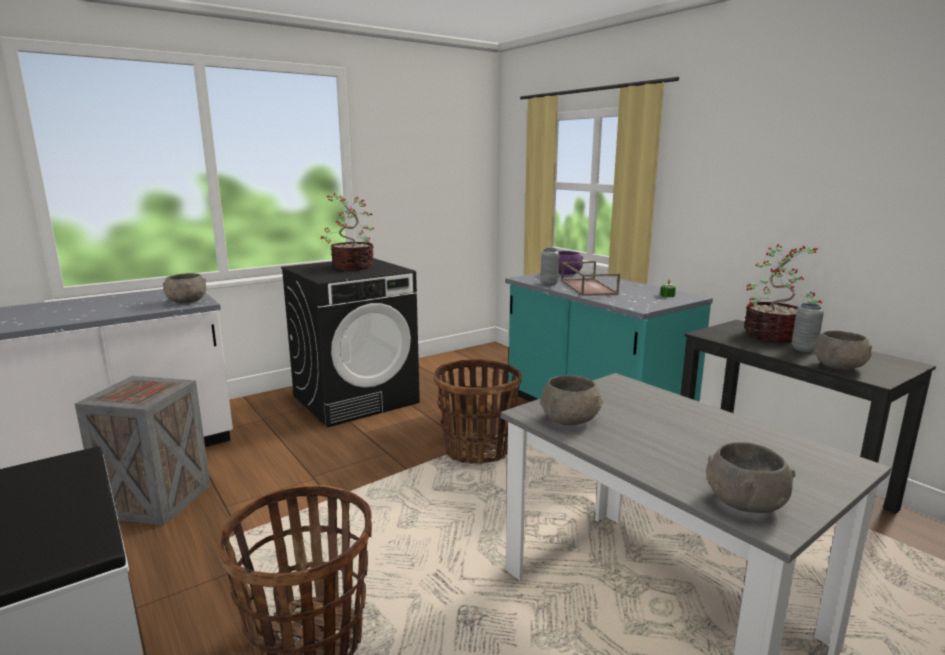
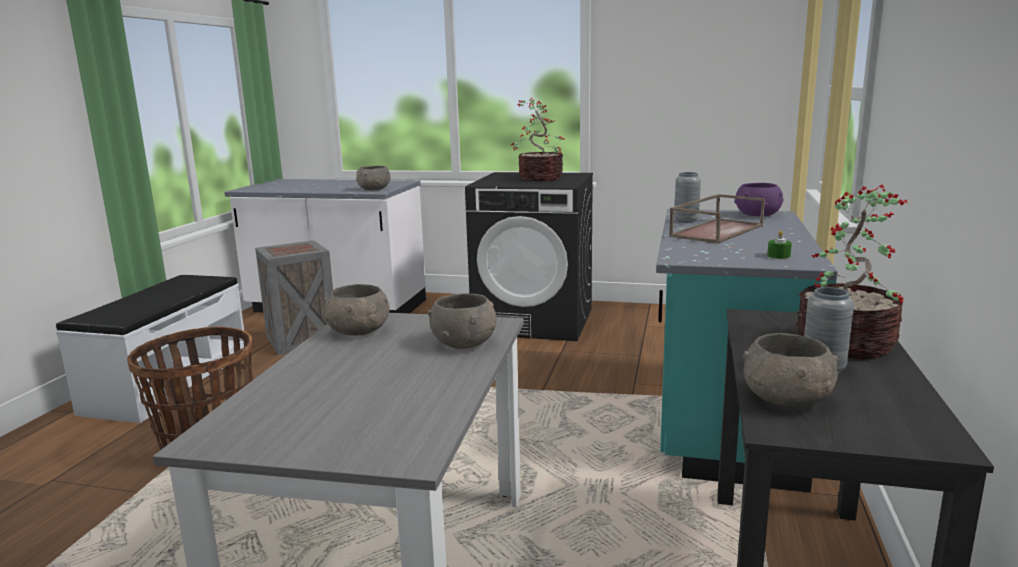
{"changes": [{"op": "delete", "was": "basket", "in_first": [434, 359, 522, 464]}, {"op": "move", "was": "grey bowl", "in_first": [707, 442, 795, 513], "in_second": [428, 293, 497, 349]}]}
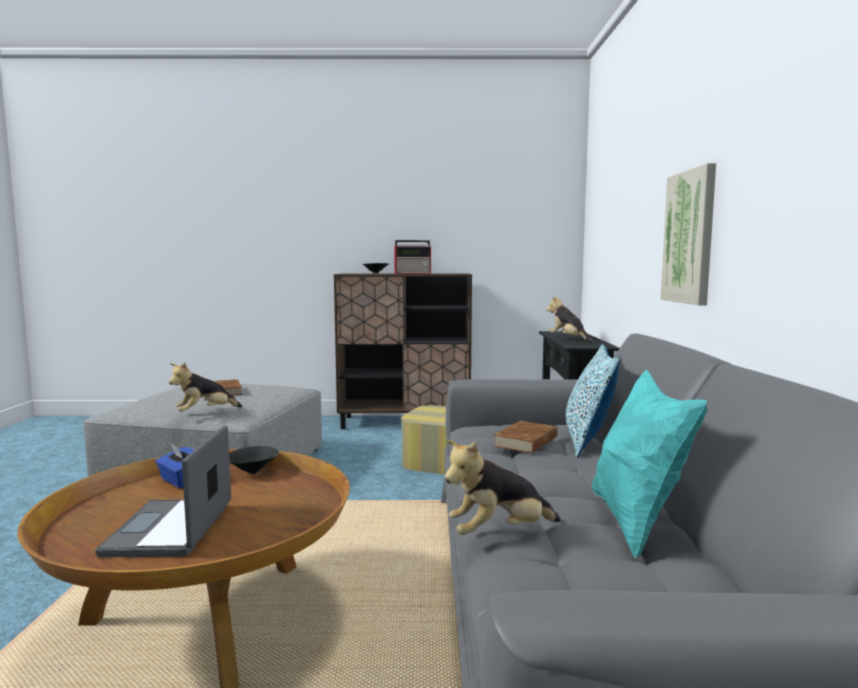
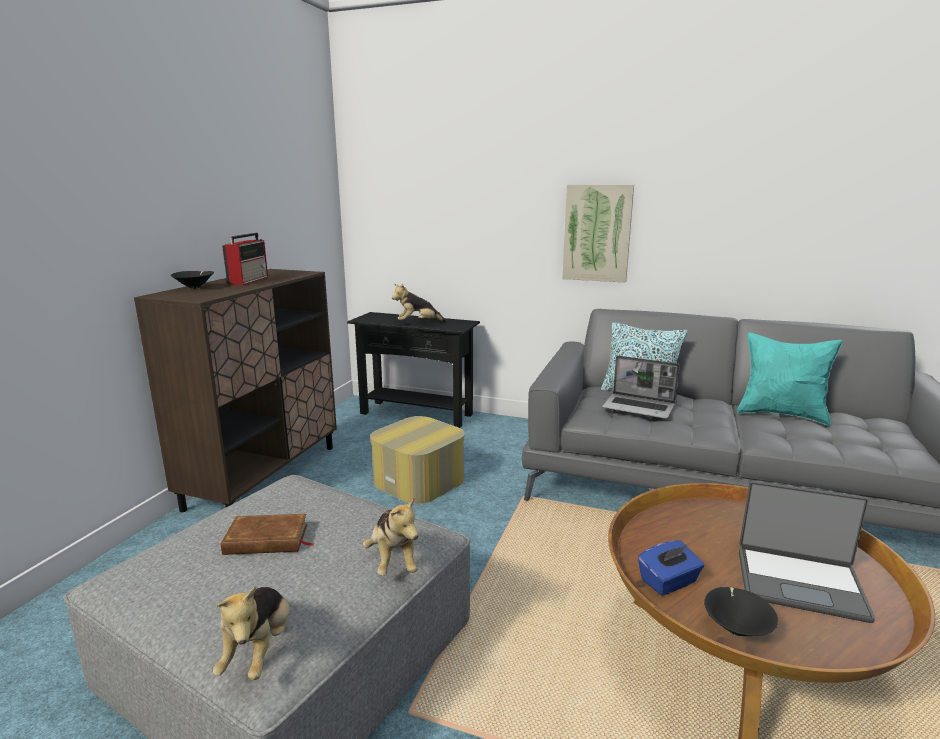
{"changes": [{"op": "move", "was": "black bowl", "in_first": [229, 446, 280, 474], "in_second": [704, 587, 778, 636]}, {"op": "move", "was": "plush toy", "in_first": [444, 439, 561, 535], "in_second": [213, 586, 290, 680]}, {"op": "replace", "was": "brown book", "now": "laptop", "in_first": [493, 421, 558, 453], "in_second": [602, 356, 680, 419]}]}
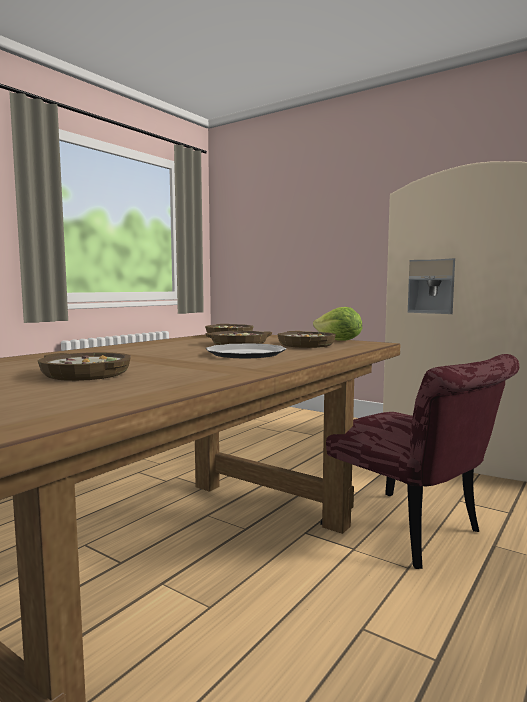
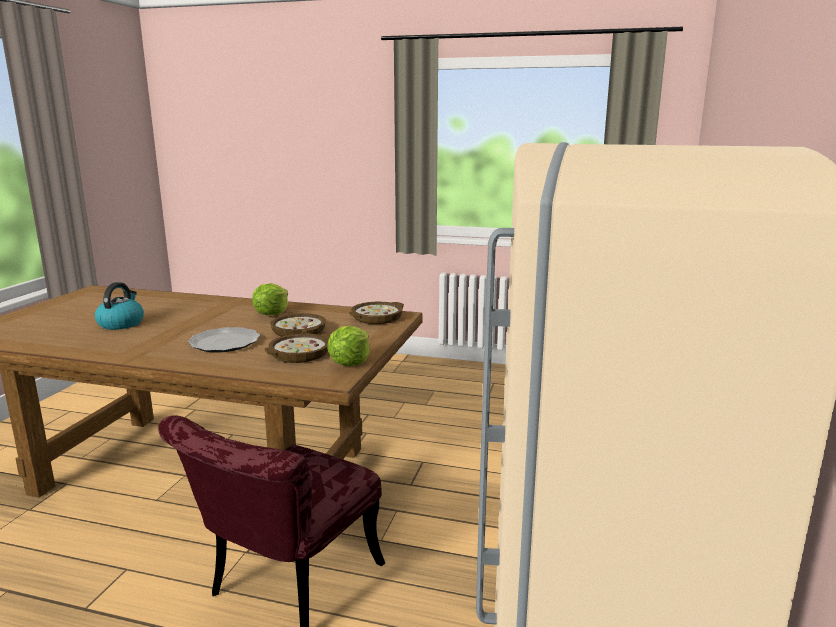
{"changes": [{"op": "replace", "was": "bowl", "now": "kettle", "in_first": [38, 352, 131, 381], "in_second": [95, 282, 144, 330]}, {"op": "insert", "now": "lettuce", "in_second": [252, 283, 288, 315]}]}
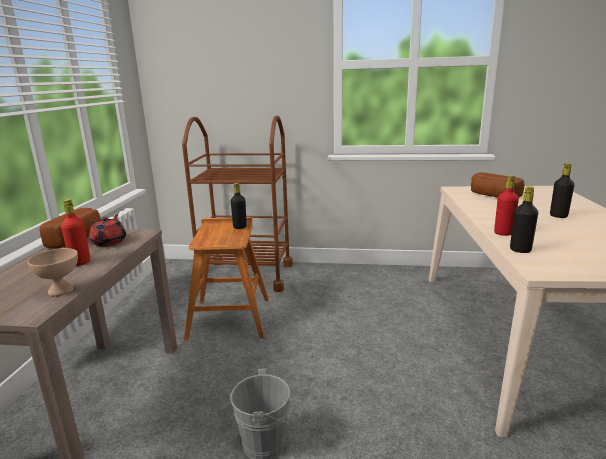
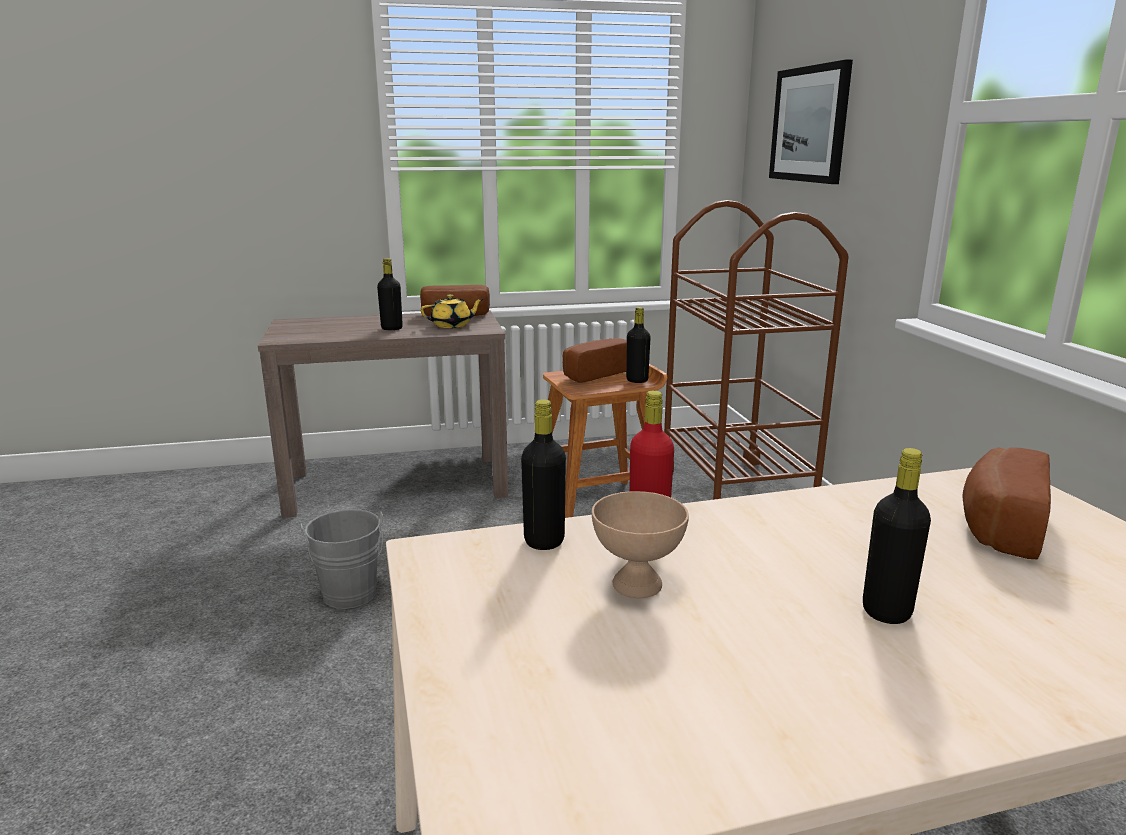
{"changes": [{"op": "move", "was": "beige bowl", "in_first": [27, 248, 78, 296], "in_second": [592, 491, 689, 598]}, {"op": "recolor", "was": "red bottle", "now": "black bottle", "in_first": [61, 199, 90, 266], "in_second": [377, 258, 403, 330]}, {"op": "recolor", "was": "red teapot", "now": "yellow teapot", "in_first": [89, 214, 126, 247], "in_second": [420, 294, 484, 328]}, {"op": "insert", "now": "bread", "in_second": [562, 338, 627, 382]}, {"op": "insert", "now": "picture", "in_second": [769, 60, 853, 184]}]}
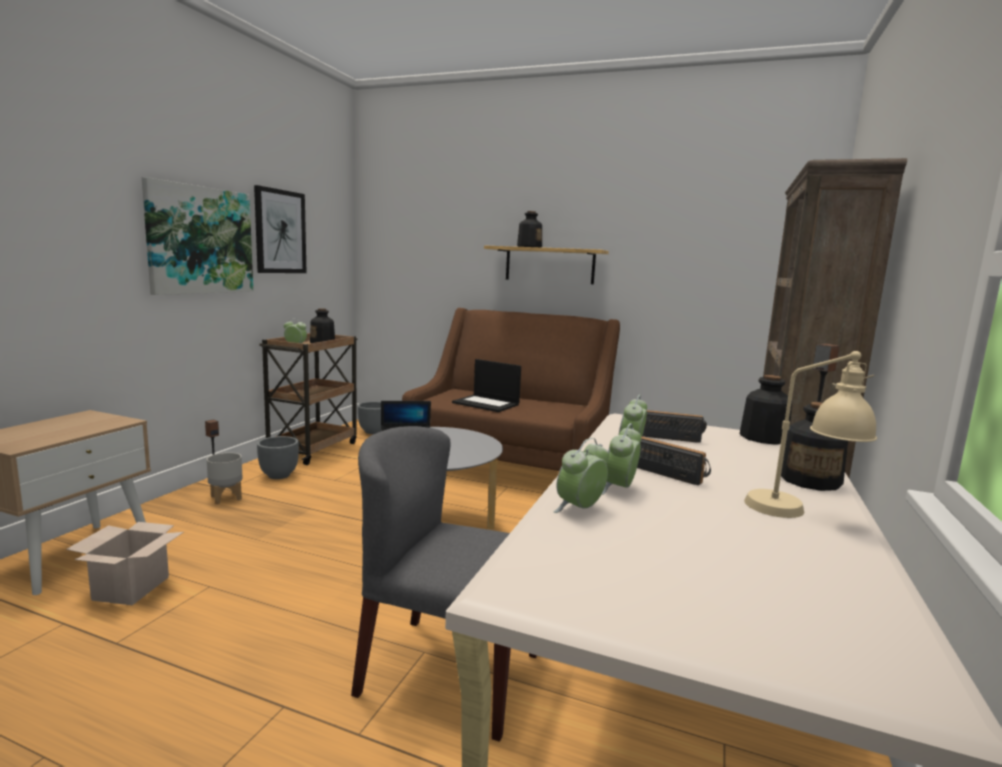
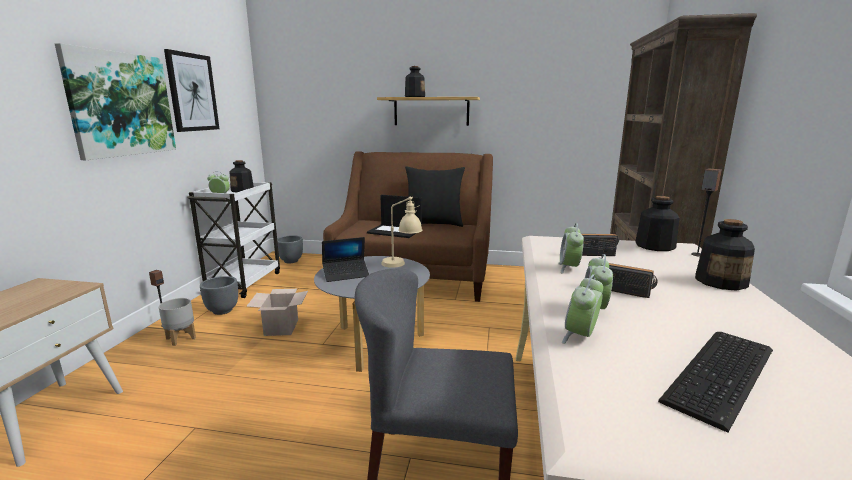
{"changes": [{"op": "move", "was": "cardboard box", "in_first": [66, 522, 183, 605], "in_second": [246, 289, 308, 336]}, {"op": "recolor", "was": "brown cart", "now": "white cart", "in_first": [259, 333, 357, 465], "in_second": [187, 182, 280, 298]}, {"op": "move", "was": "beige table lamp", "in_first": [744, 351, 877, 518], "in_second": [381, 197, 422, 268]}, {"op": "insert", "now": "black pillow", "in_second": [405, 166, 465, 227]}, {"op": "insert", "now": "keyboard", "in_second": [658, 332, 773, 433]}]}
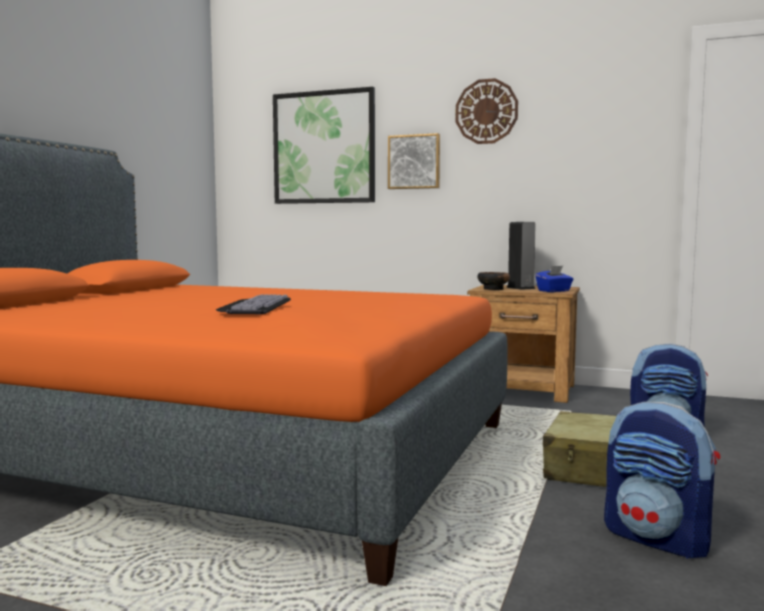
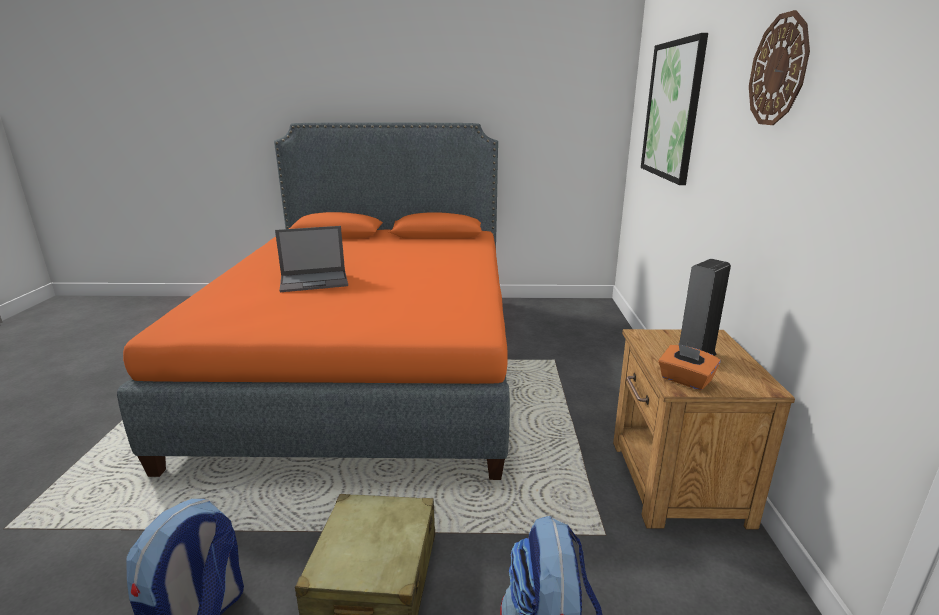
{"changes": [{"op": "replace", "was": "keyboard", "now": "laptop", "in_first": [216, 295, 291, 314], "in_second": [275, 226, 348, 292]}, {"op": "delete", "was": "picture", "in_first": [388, 133, 440, 189]}, {"op": "delete", "was": "bowl", "in_first": [477, 272, 510, 290]}, {"op": "recolor", "was": "blue tissue box", "now": "orange tissue box", "in_first": [535, 266, 573, 292], "in_second": [659, 344, 721, 391]}]}
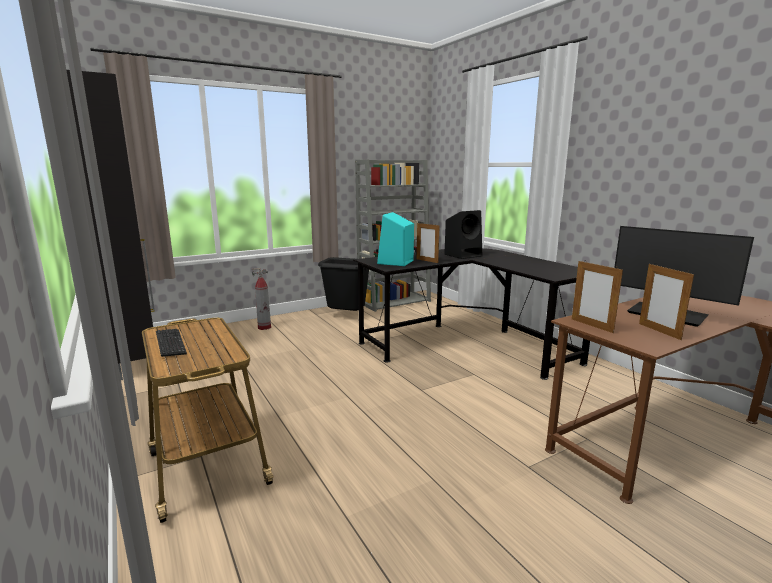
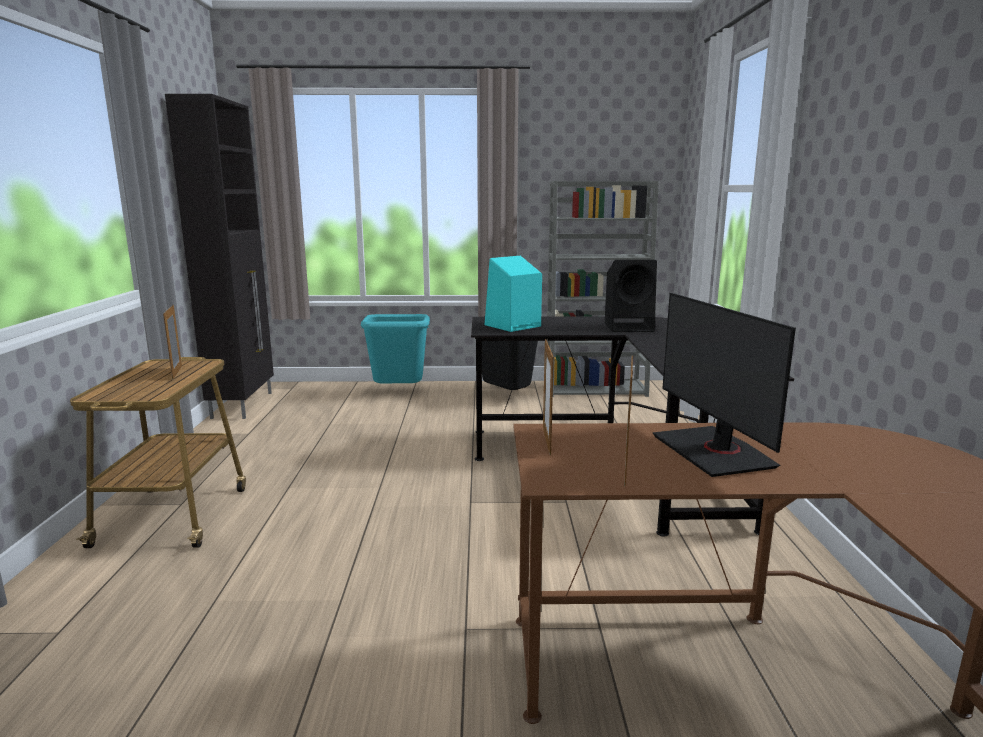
{"changes": [{"op": "delete", "was": "keyboard", "in_first": [156, 329, 187, 357]}, {"op": "replace", "was": "fire extinguisher", "now": "turquoise trash can", "in_first": [252, 268, 271, 330], "in_second": [361, 314, 430, 383]}, {"op": "move", "was": "picture frame", "in_first": [417, 223, 440, 263], "in_second": [163, 304, 182, 380]}]}
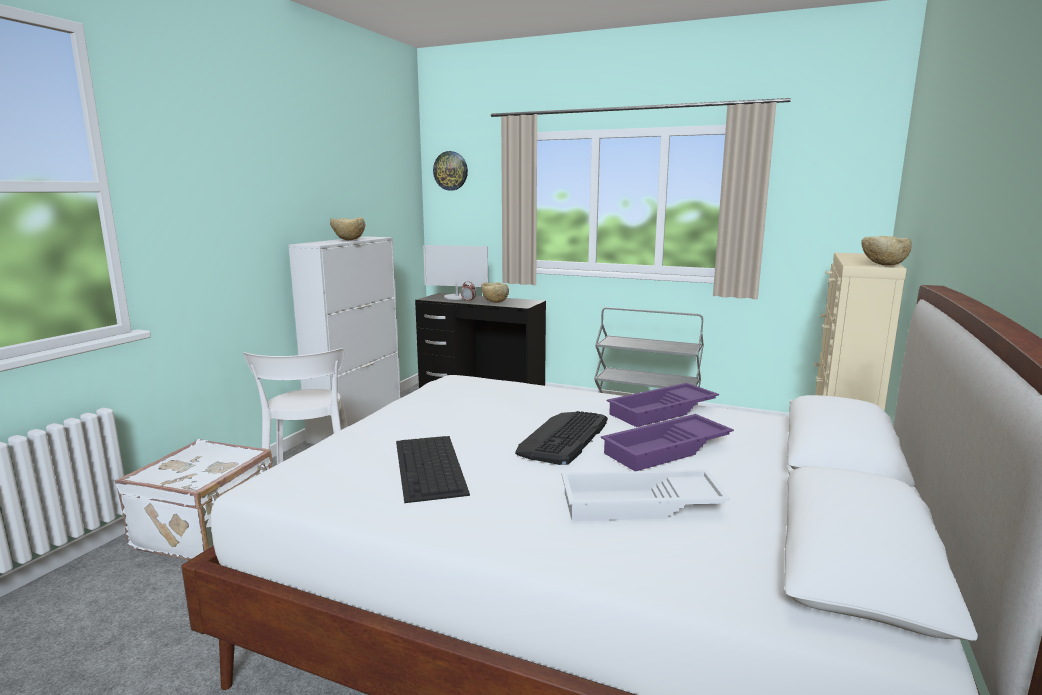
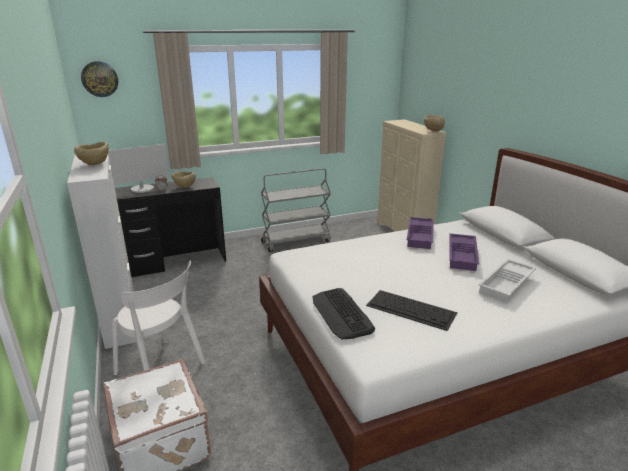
{"changes": [{"op": "move", "was": "keyboard", "in_first": [515, 411, 608, 465], "in_second": [312, 288, 375, 340]}]}
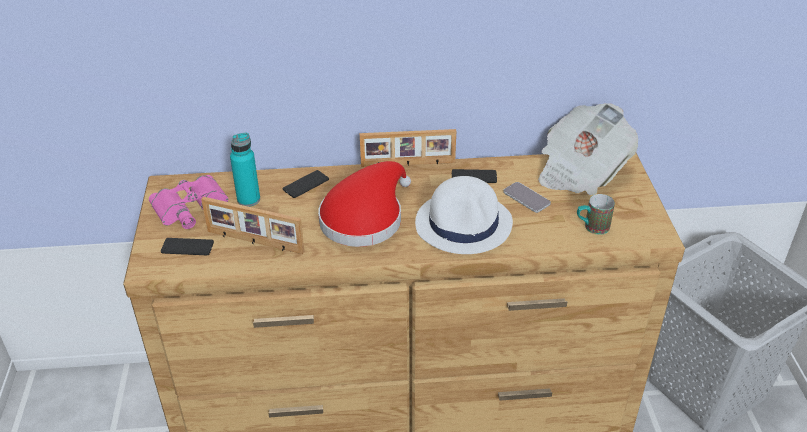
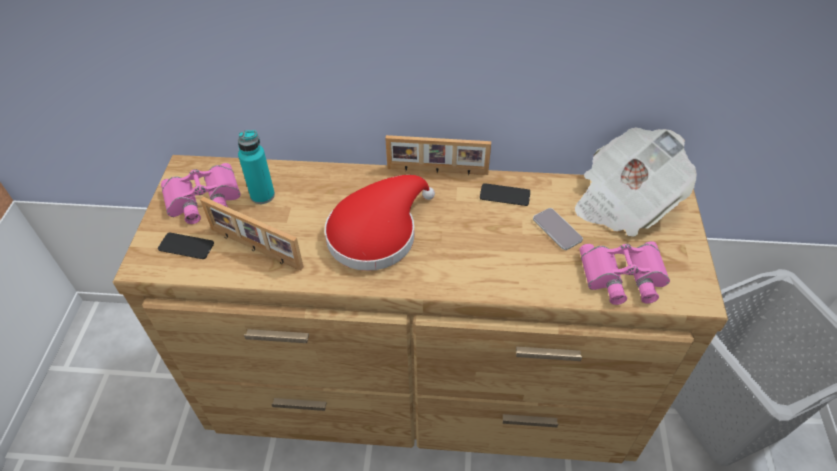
{"changes": [{"op": "delete", "was": "phone", "in_first": [283, 170, 329, 198]}, {"op": "delete", "was": "white hat", "in_first": [415, 176, 513, 254]}, {"op": "replace", "was": "mug", "now": "pink binoculars", "in_first": [577, 194, 615, 235], "in_second": [580, 241, 670, 305]}]}
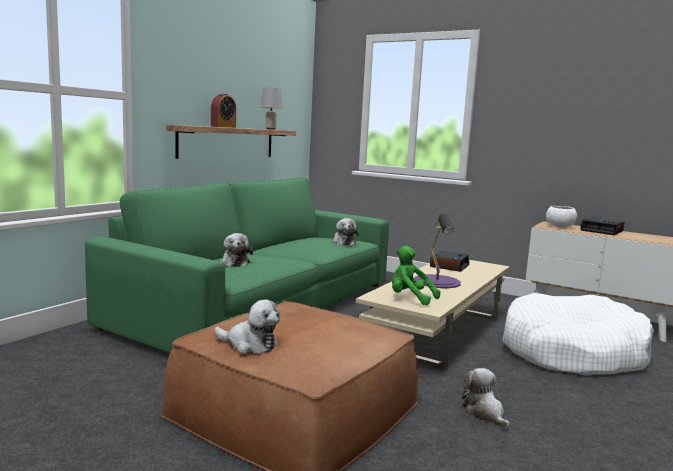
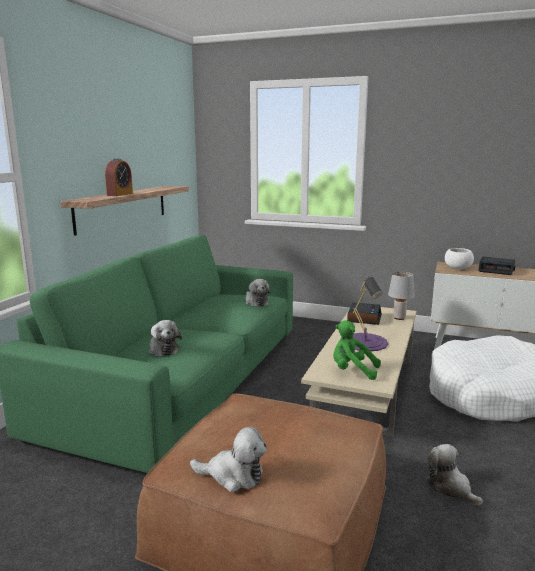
{"changes": [{"op": "move", "was": "grey table lamp", "in_first": [261, 87, 283, 130], "in_second": [388, 272, 415, 320]}]}
